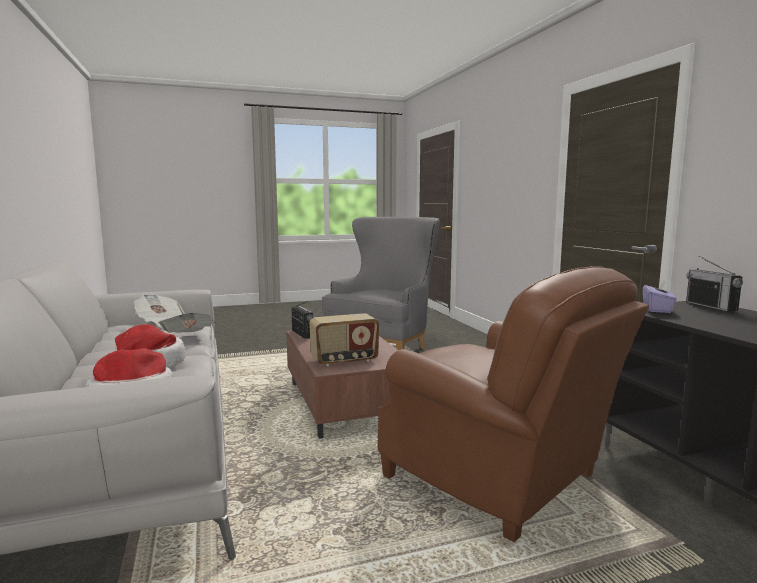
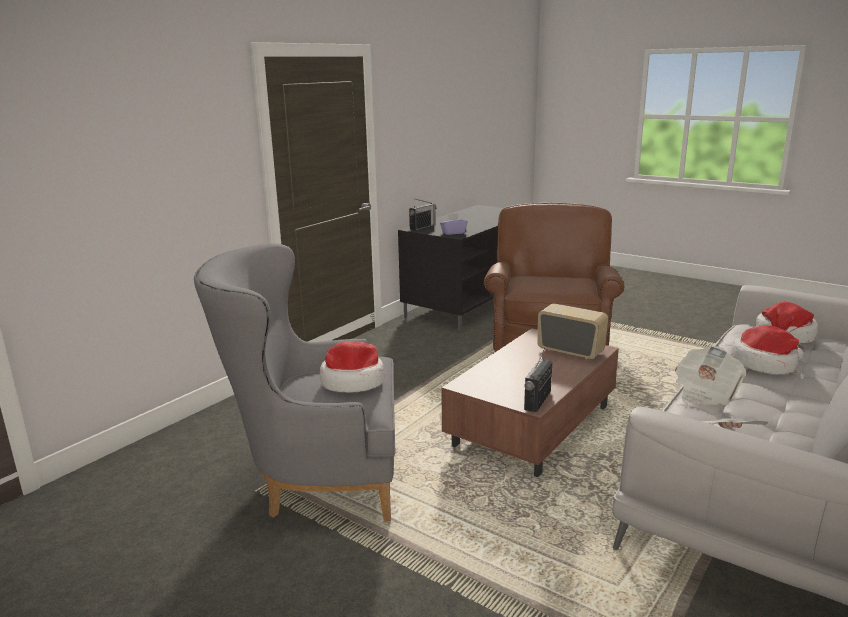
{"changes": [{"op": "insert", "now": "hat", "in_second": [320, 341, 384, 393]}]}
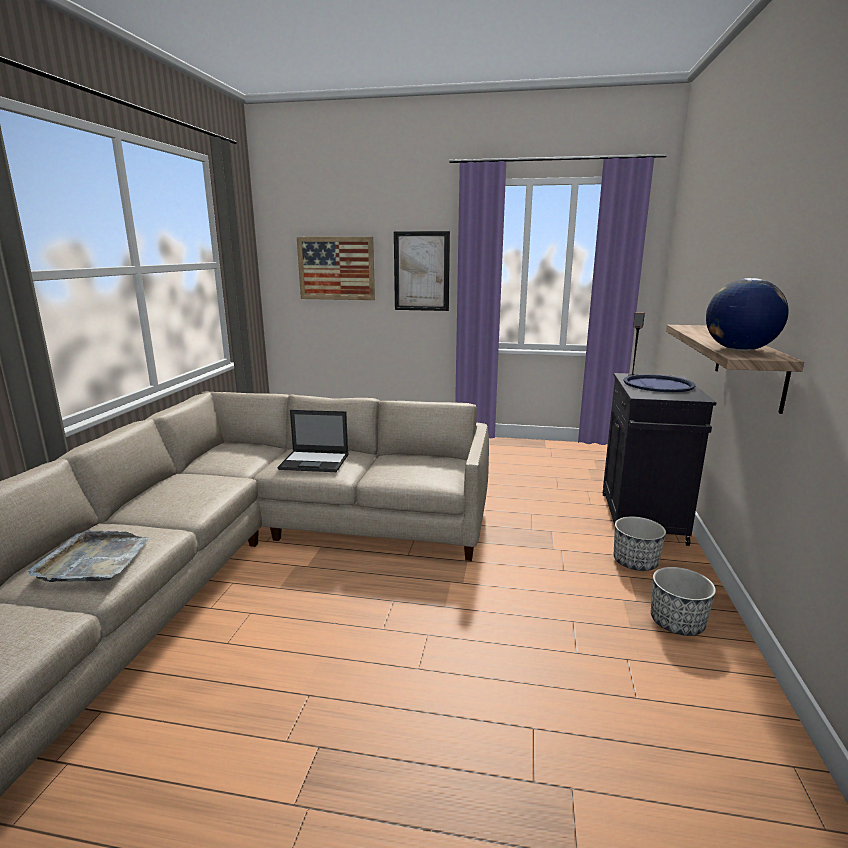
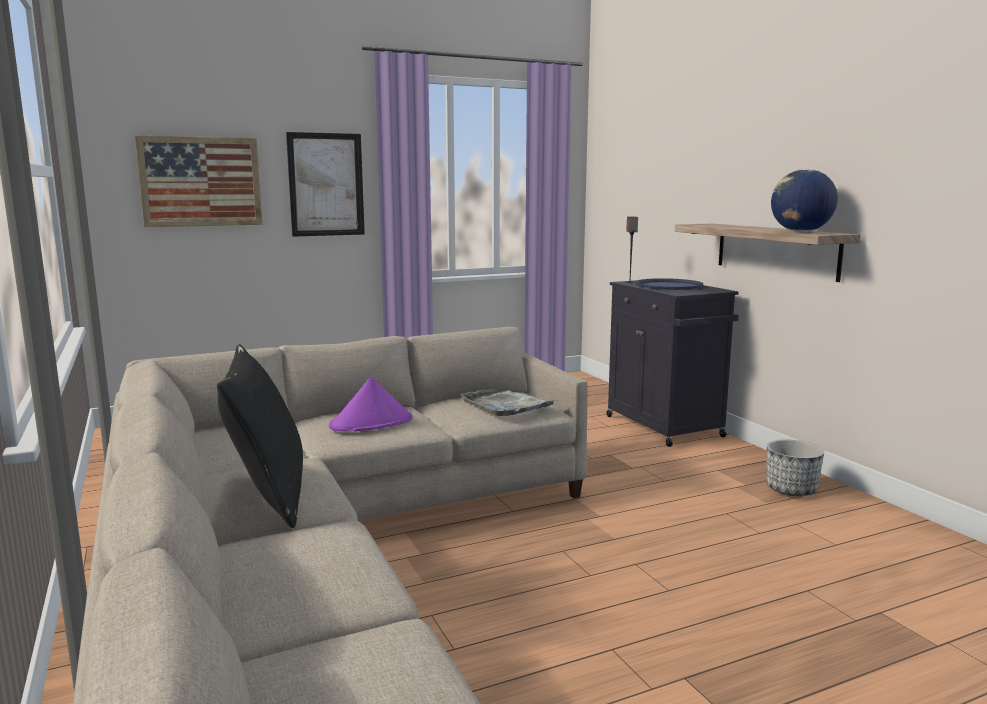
{"changes": [{"op": "move", "was": "grey tray", "in_first": [28, 531, 149, 582], "in_second": [460, 389, 555, 416]}, {"op": "replace", "was": "laptop", "now": "purple hat", "in_first": [278, 410, 349, 472], "in_second": [329, 376, 413, 432]}, {"op": "delete", "was": "planter", "in_first": [614, 517, 666, 571]}, {"op": "insert", "now": "black pillow", "in_second": [217, 344, 303, 528]}]}
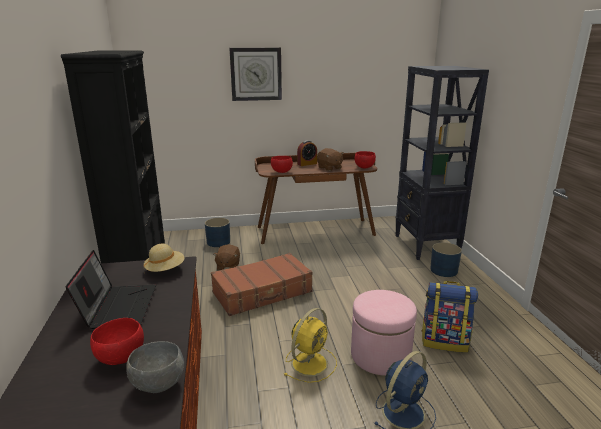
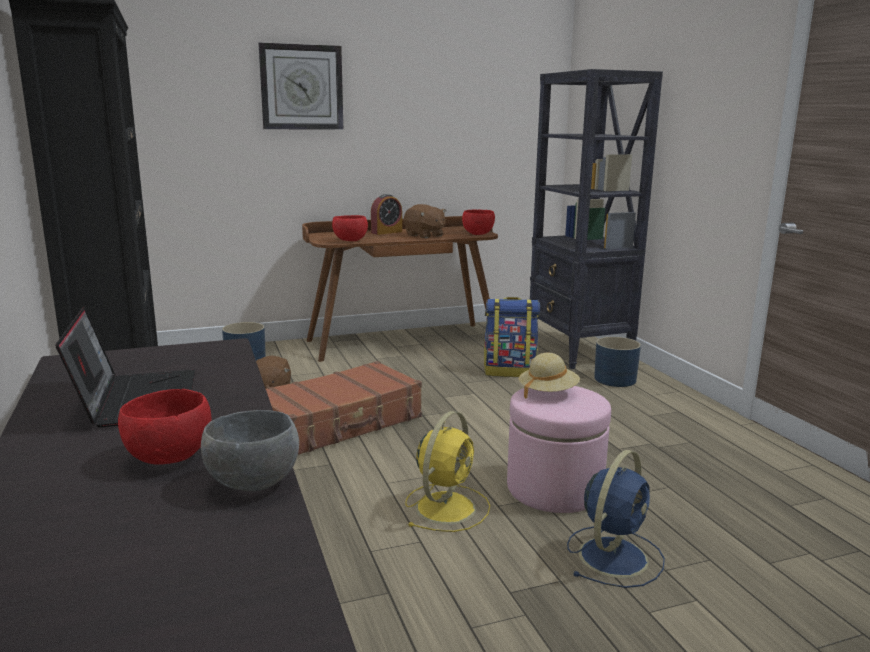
{"changes": [{"op": "move", "was": "beige hat", "in_first": [144, 244, 185, 274], "in_second": [519, 353, 580, 399]}, {"op": "move", "was": "backpack", "in_first": [421, 281, 478, 353], "in_second": [484, 297, 540, 377]}]}
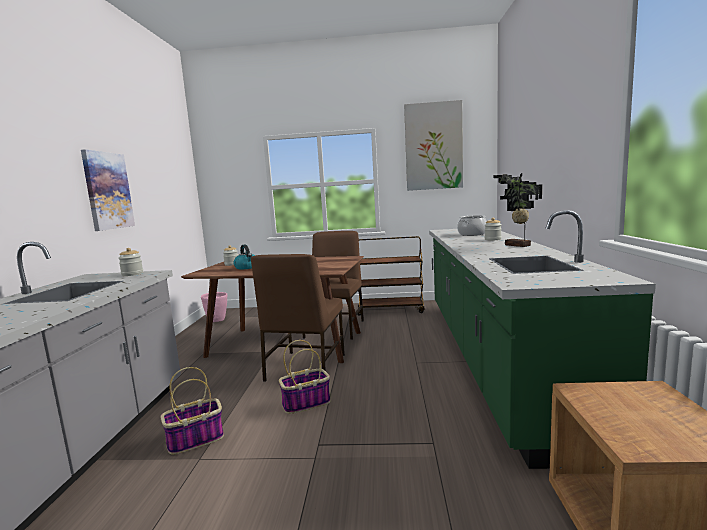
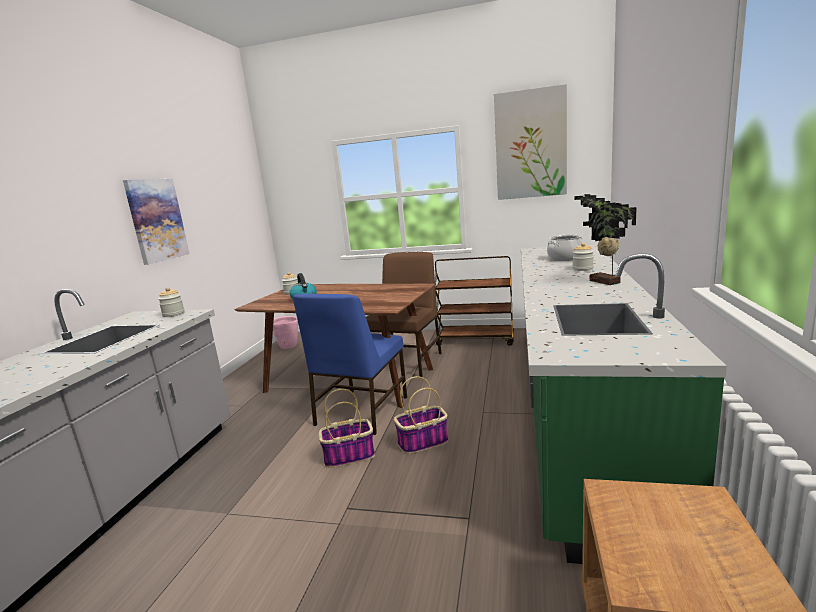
{"changes": [{"op": "move", "was": "basket", "in_first": [160, 367, 224, 455], "in_second": [394, 376, 448, 454]}, {"op": "recolor", "was": "brown chair", "now": "blue chair", "in_first": [251, 254, 345, 382], "in_second": [293, 294, 407, 435]}]}
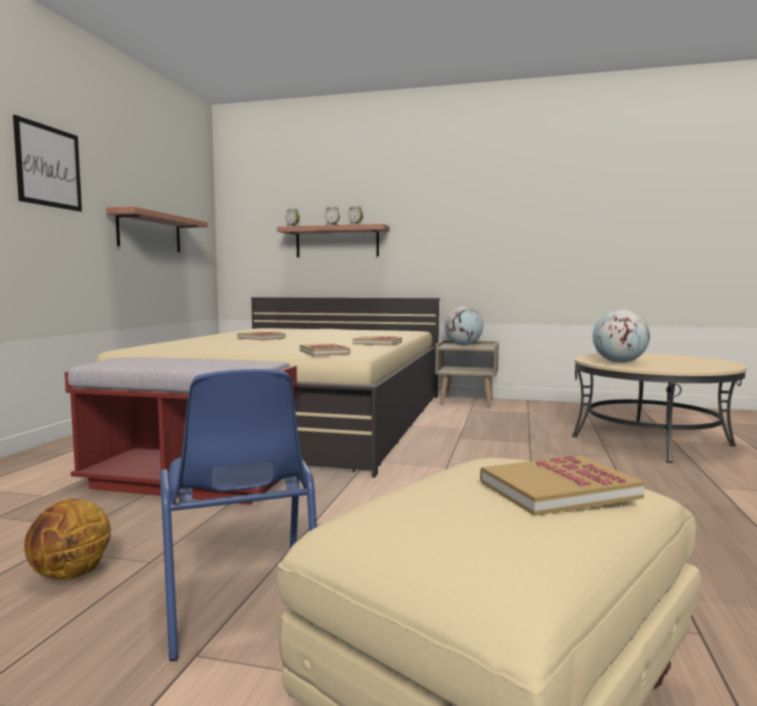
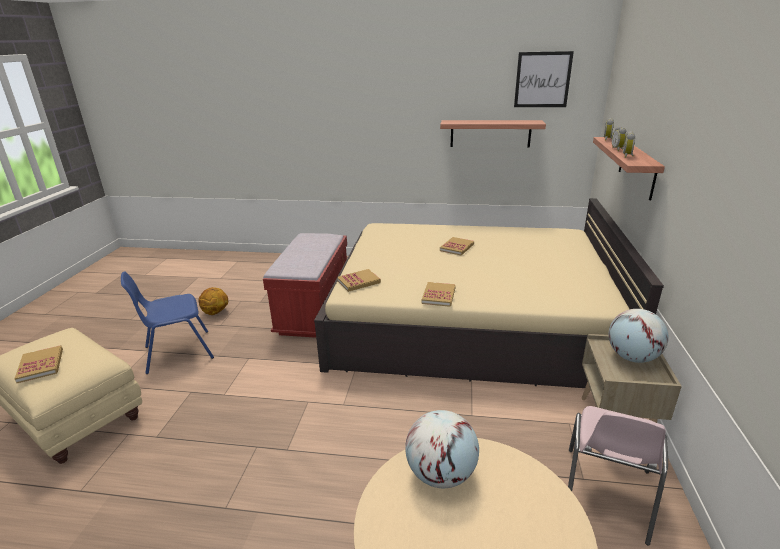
{"changes": [{"op": "move", "was": "picture", "in_first": [13, 115, 82, 212], "in_second": [514, 51, 574, 107]}, {"op": "insert", "now": "pink chair", "in_second": [568, 406, 668, 546]}]}
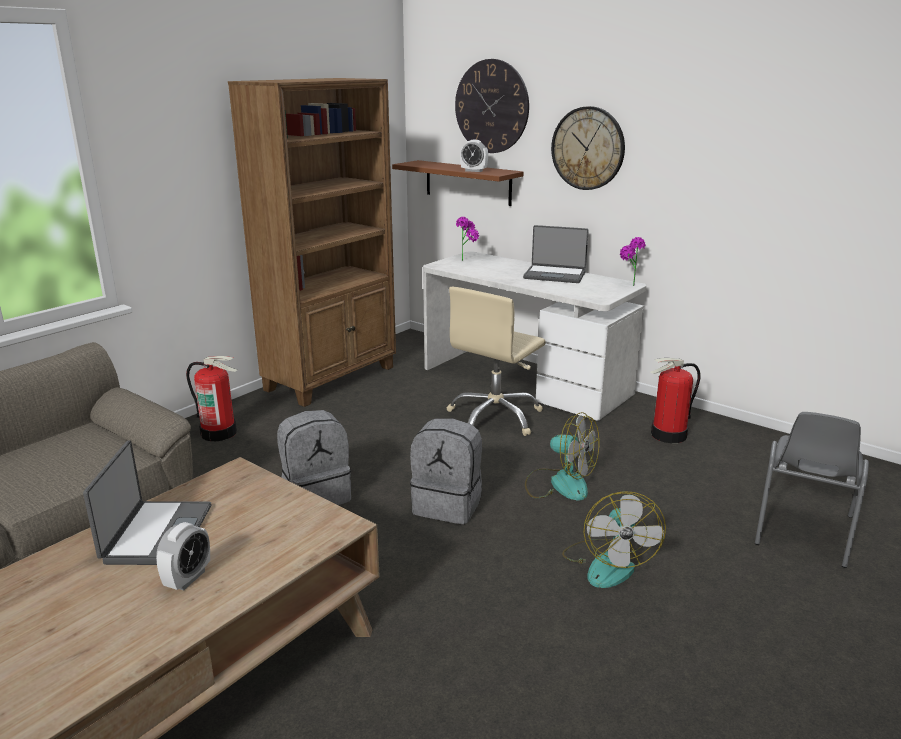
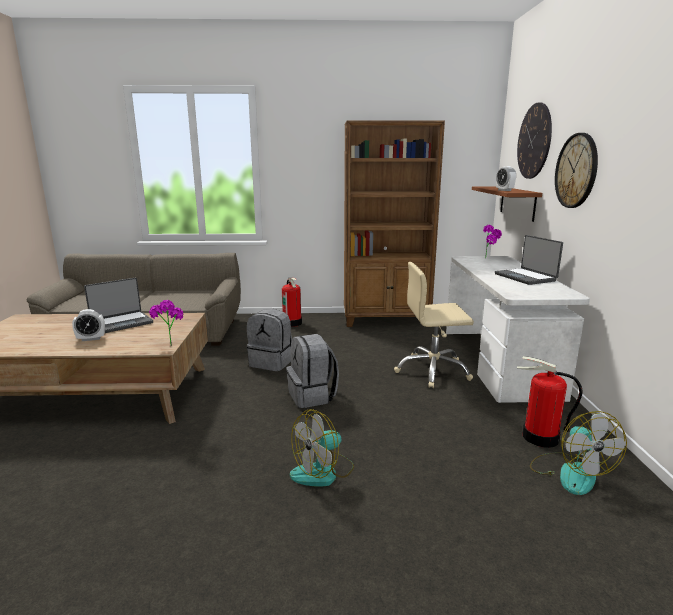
{"changes": [{"op": "move", "was": "fan", "in_first": [525, 412, 599, 501], "in_second": [530, 411, 627, 495]}, {"op": "move", "was": "potted plant", "in_first": [620, 237, 646, 286], "in_second": [149, 300, 184, 346]}, {"op": "delete", "was": "grey chair", "in_first": [755, 412, 869, 568]}]}
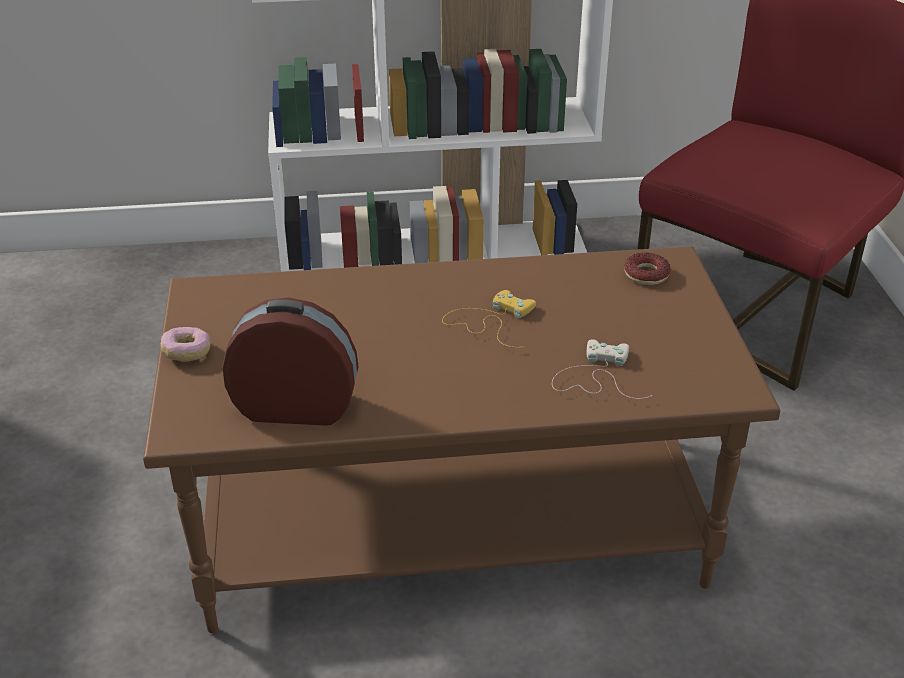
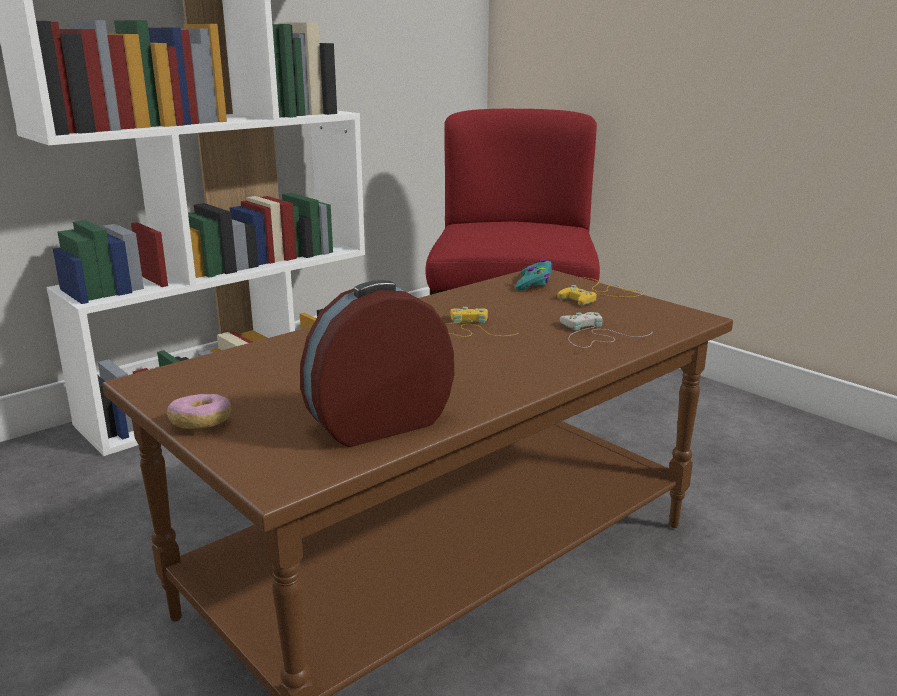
{"changes": [{"op": "replace", "was": "donut", "now": "turquoise game controller", "in_first": [624, 253, 671, 285], "in_second": [515, 259, 553, 290]}, {"op": "insert", "now": "yellow game controller", "in_second": [557, 277, 644, 305]}]}
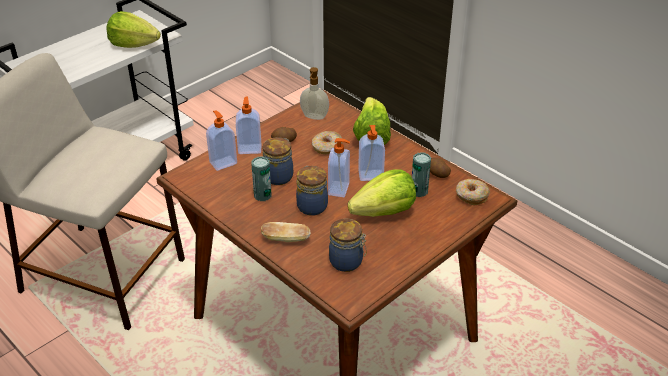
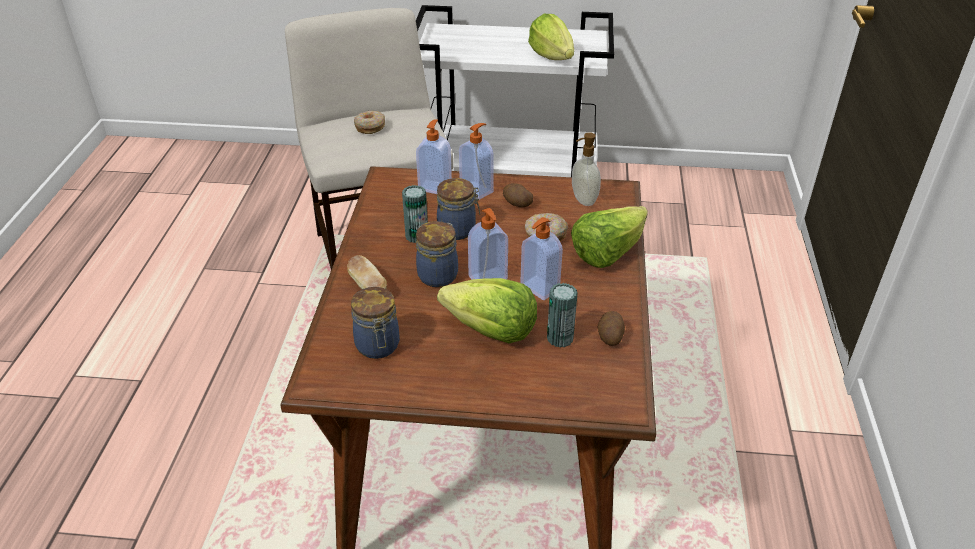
{"changes": [{"op": "move", "was": "donut", "in_first": [456, 179, 490, 205], "in_second": [354, 111, 385, 134]}]}
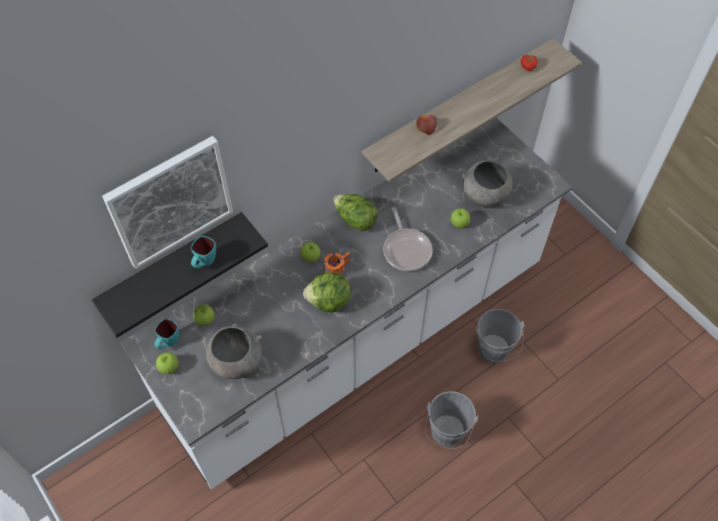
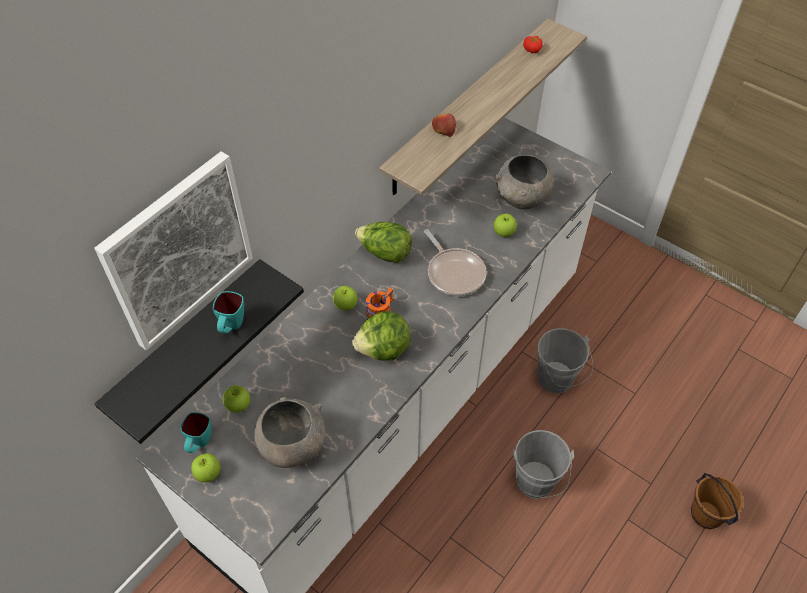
{"changes": [{"op": "insert", "now": "brown bucket", "in_second": [691, 473, 743, 529]}]}
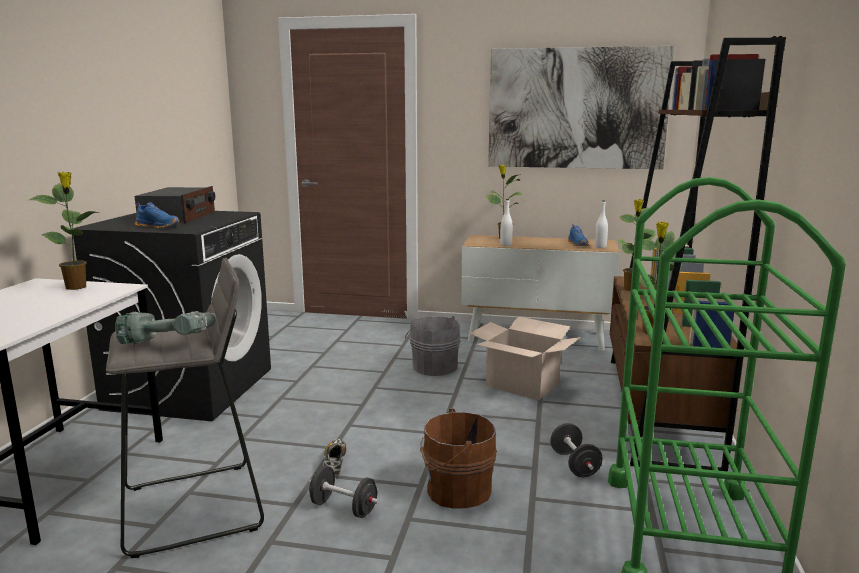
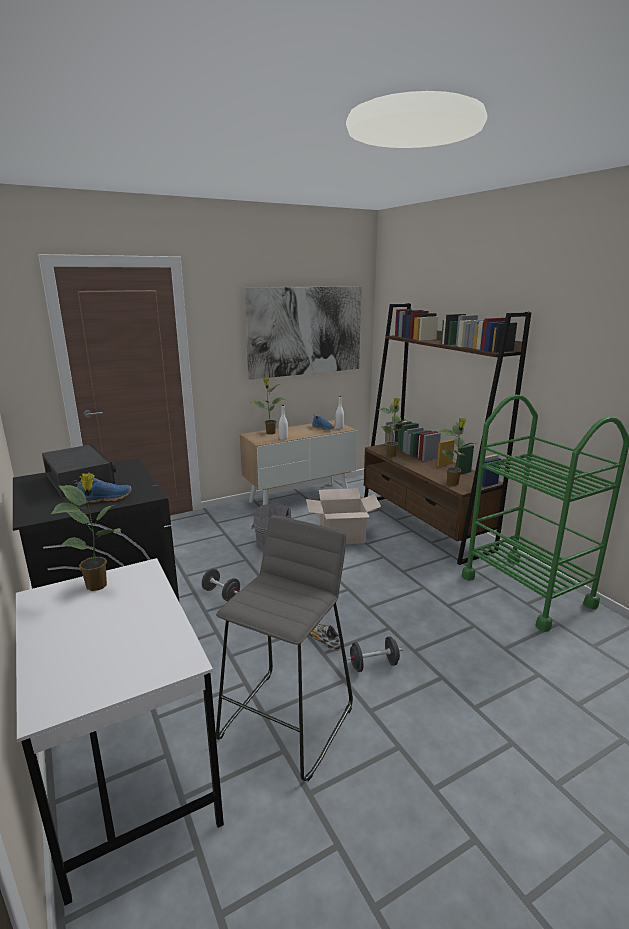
{"changes": [{"op": "delete", "was": "power drill", "in_first": [115, 311, 216, 344]}, {"op": "delete", "was": "brown bucket", "in_first": [420, 408, 497, 508]}, {"op": "move", "was": "black dumbbell", "in_first": [550, 423, 603, 478], "in_second": [201, 569, 240, 601]}]}
